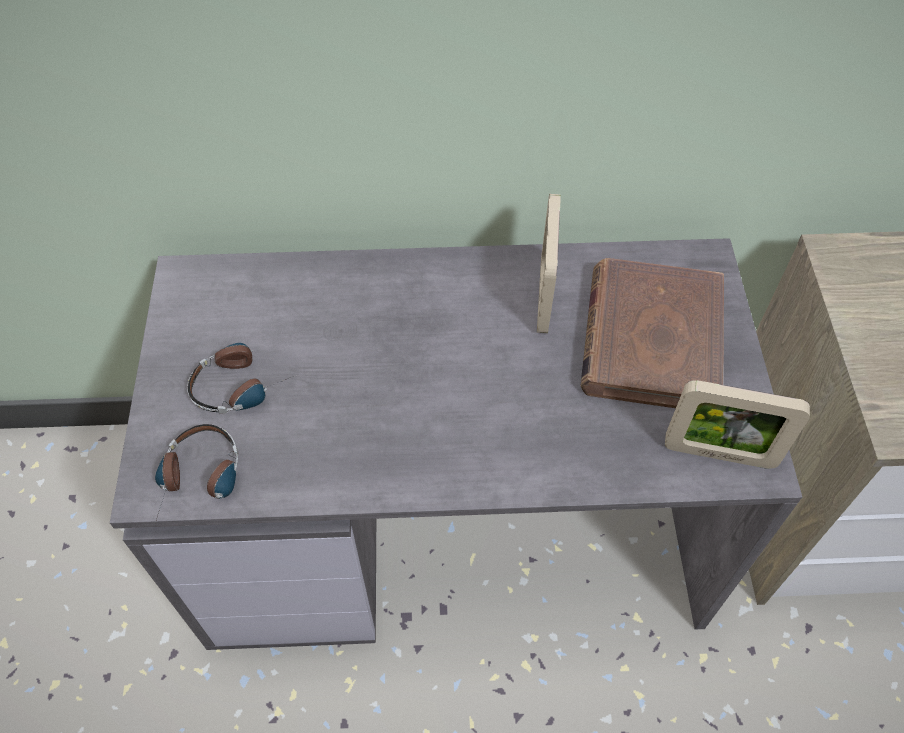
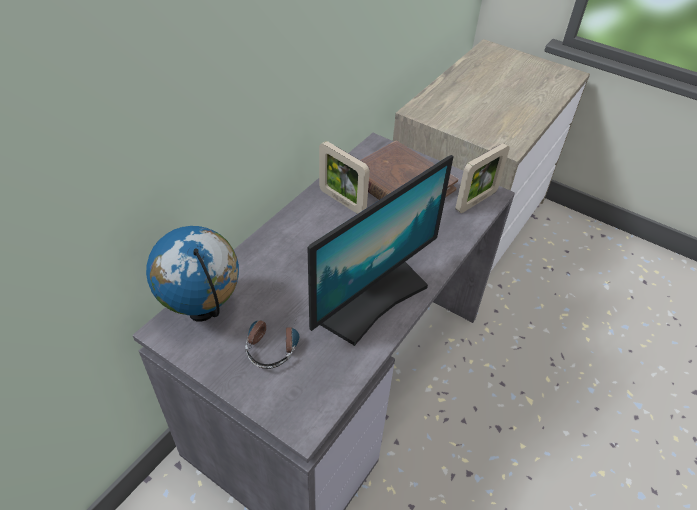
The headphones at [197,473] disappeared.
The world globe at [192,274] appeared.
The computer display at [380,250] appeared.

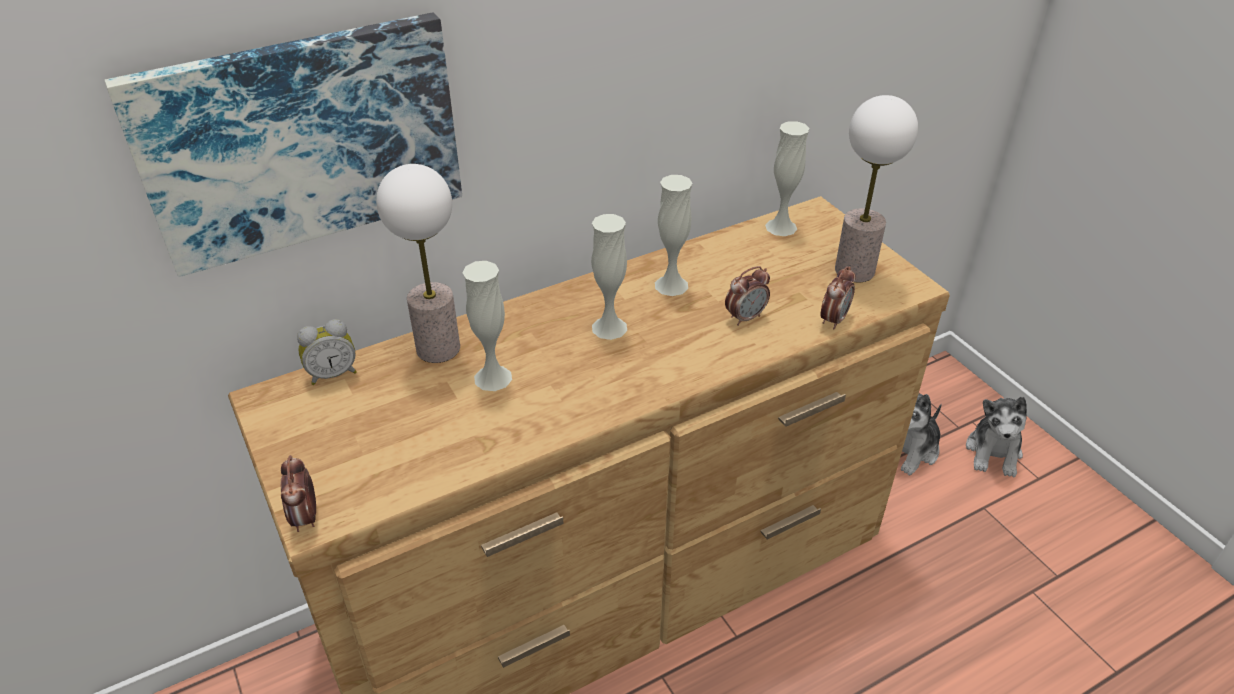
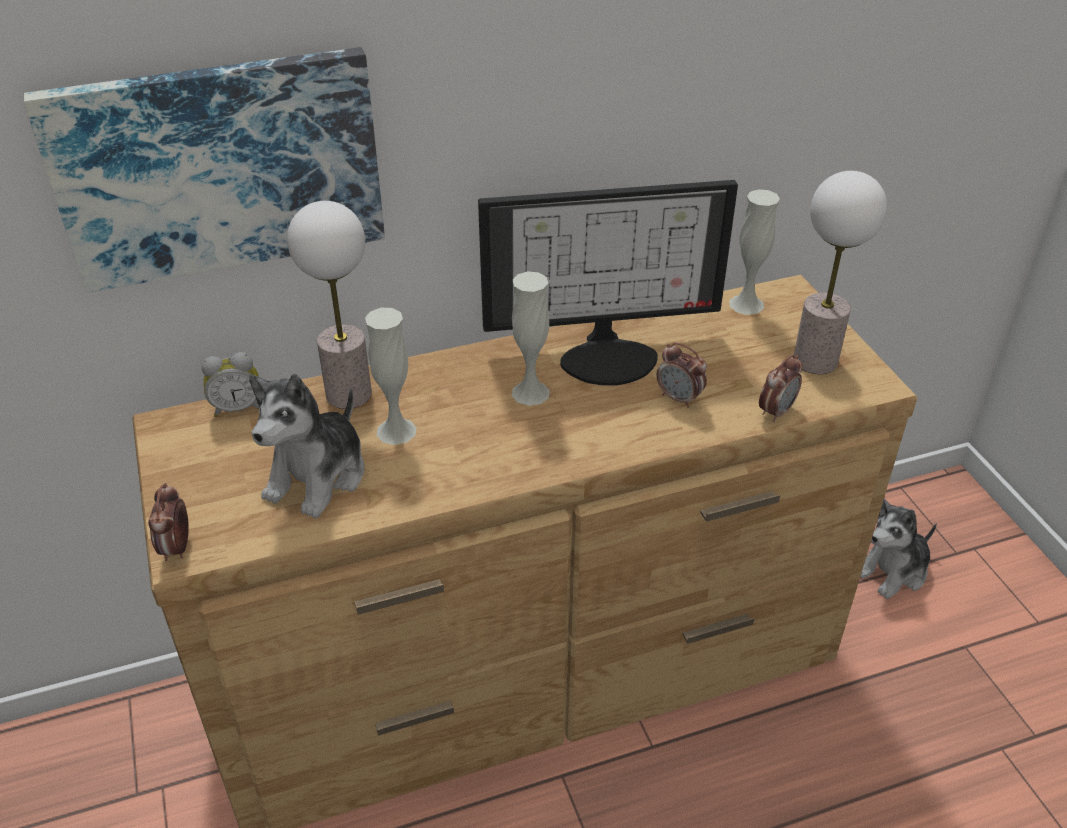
The plush toy moved from [996,437] to [307,446].
The white-coloured vase at [673,235] was replaced by the computer display at [608,283].
The alarm clock at [747,296] turned 60 degrees clockwise.

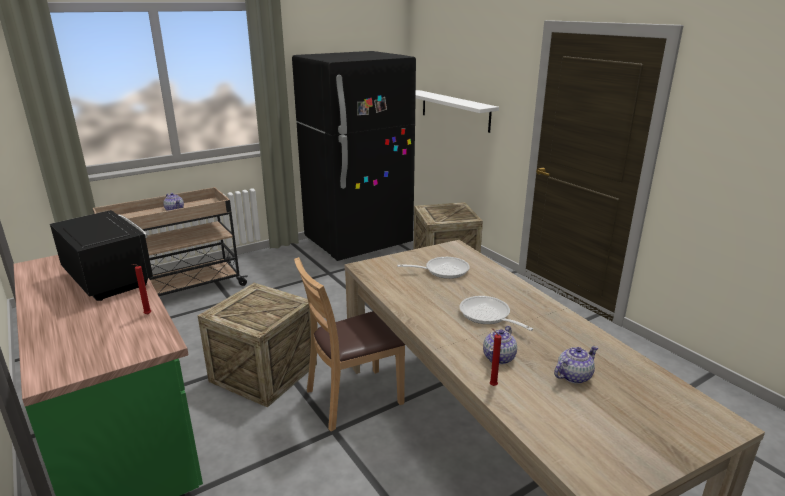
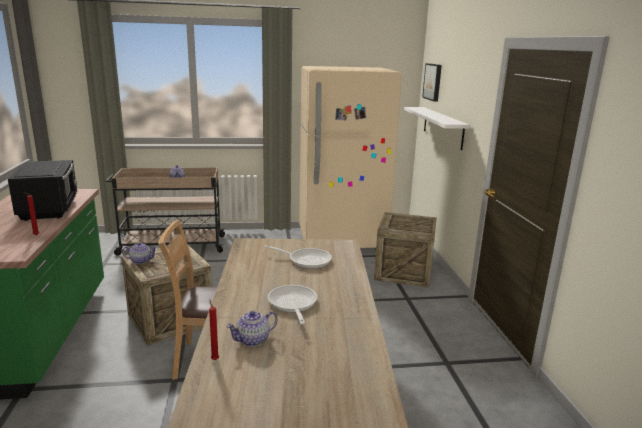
The wall art at [432,82] appeared.
The pot for tea moved from [576,365] to [139,253].
The black-coloured fridge at [354,156] became the beige-coloured fridge at [350,157].

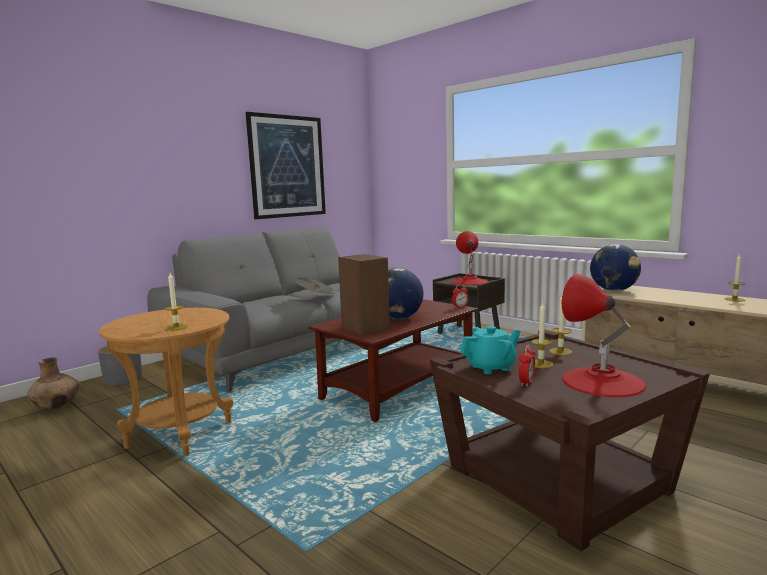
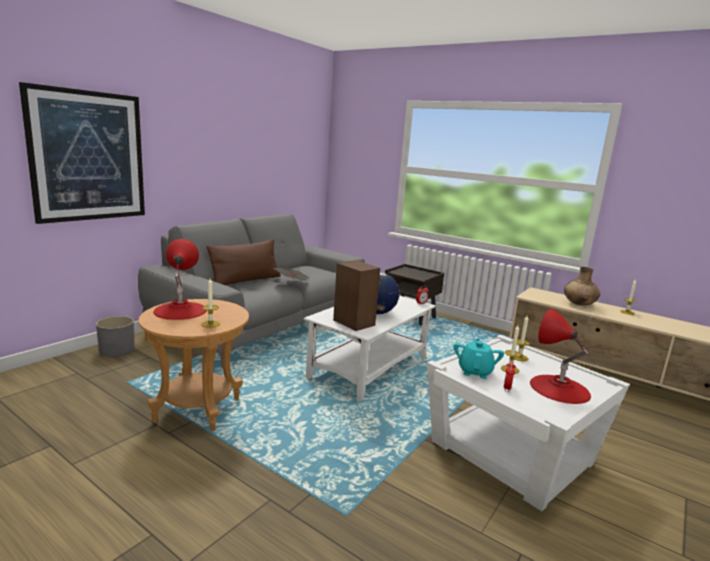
The world globe at [615,267] disappeared.
The brown-coloured cushion at [243,262] appeared.
The brown-coloured vase moved from [53,383] to [582,286].
The wall art moved from [286,165] to [82,153].
The reddish tabletop lamp moved from [470,258] to [179,279].
The brown-coloured coffee table at [393,360] became the white-coloured coffee table at [370,348].
The brown-coloured side table at [570,440] became the white-coloured side table at [528,423].
The turquoise-coloured pot for tea at [490,350] turned 45 degrees counterclockwise.

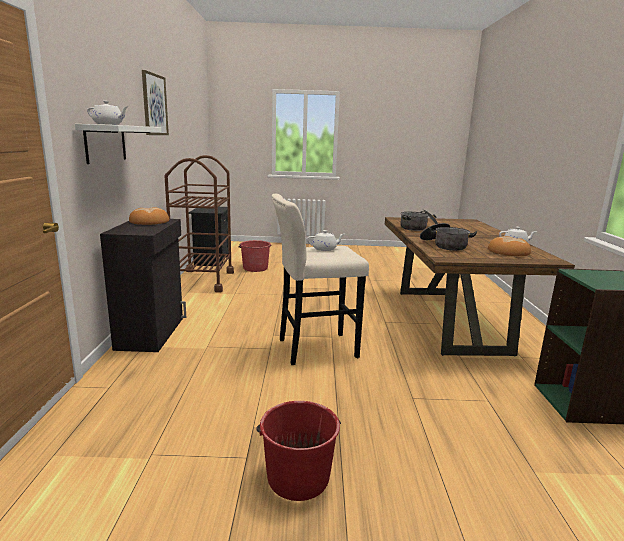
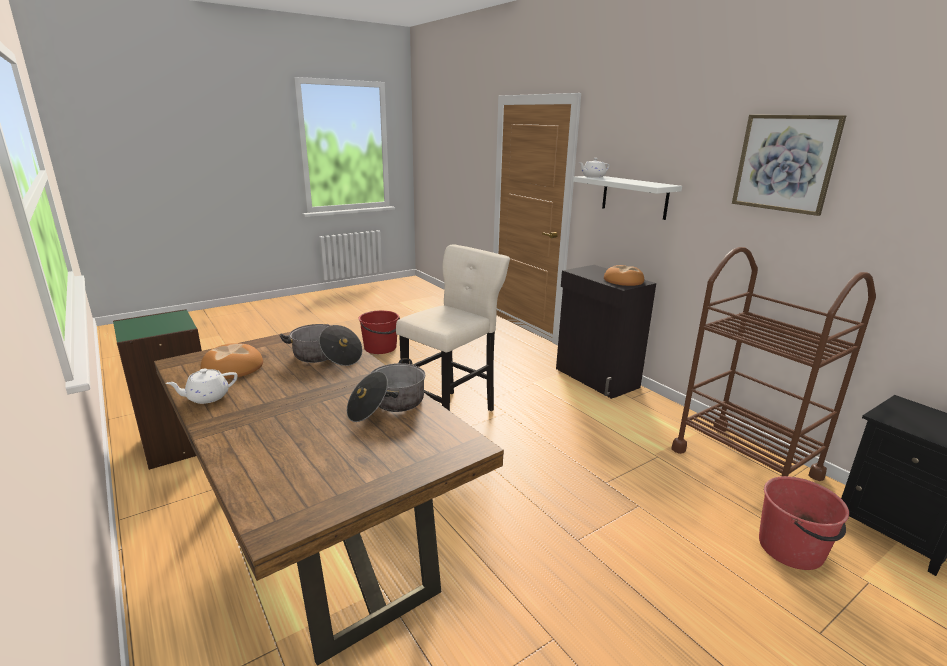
The white-coloured pot for tea at [325,240] disappeared.

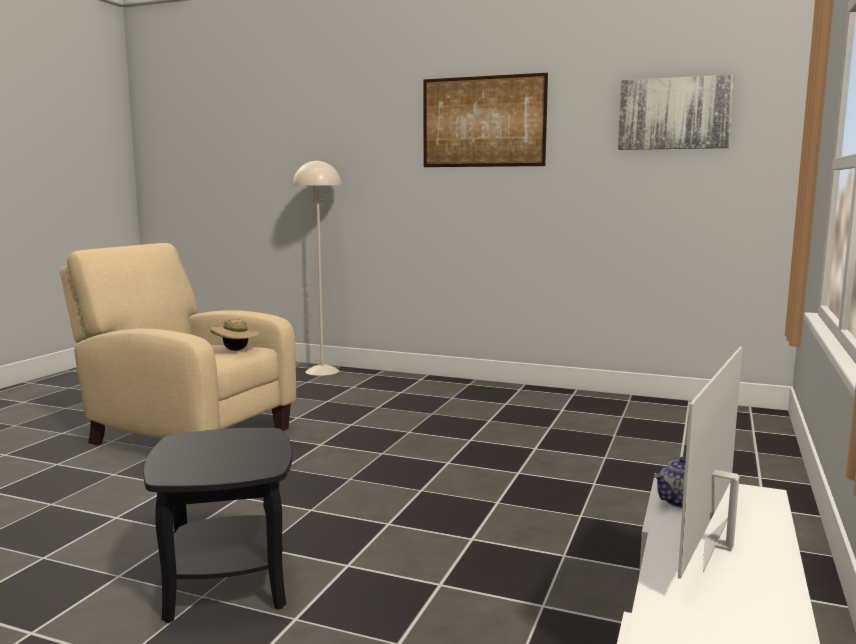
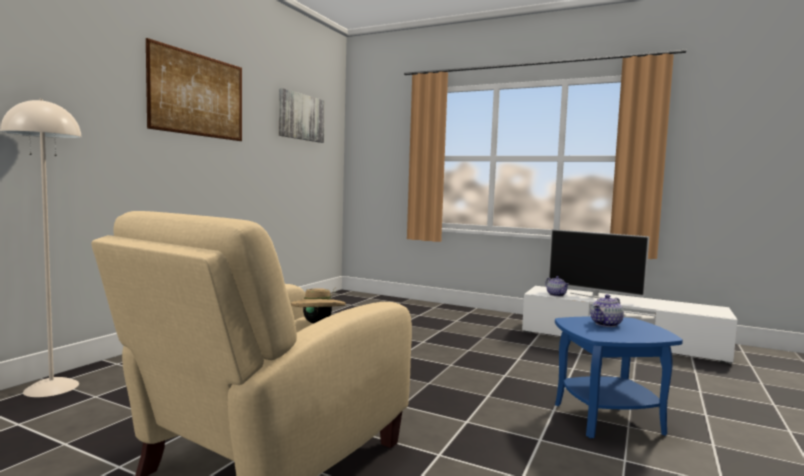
The pot for tea at [607,310] appeared.
The black-coloured side table at [218,525] became the blue side table at [619,377].

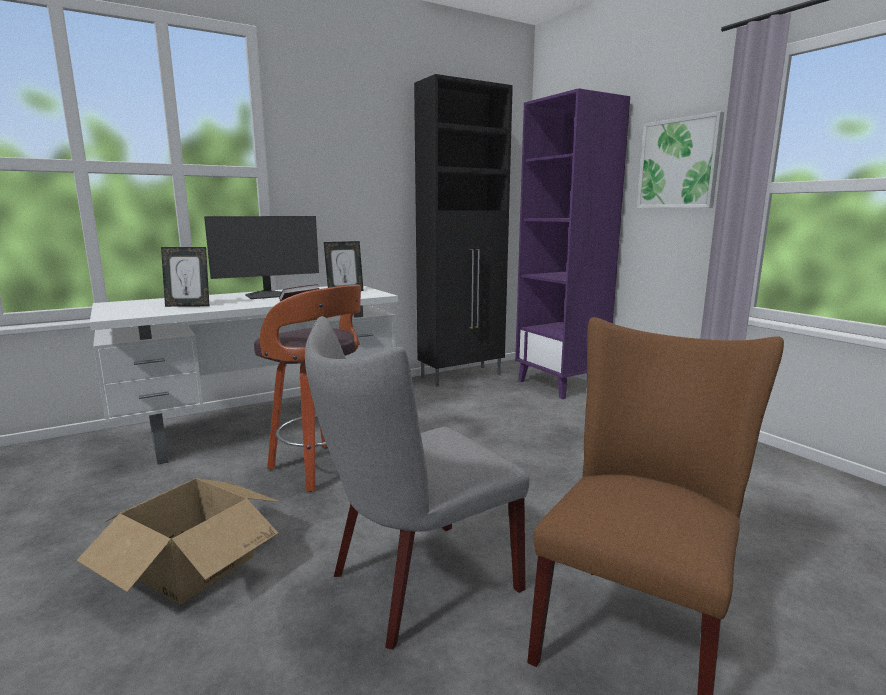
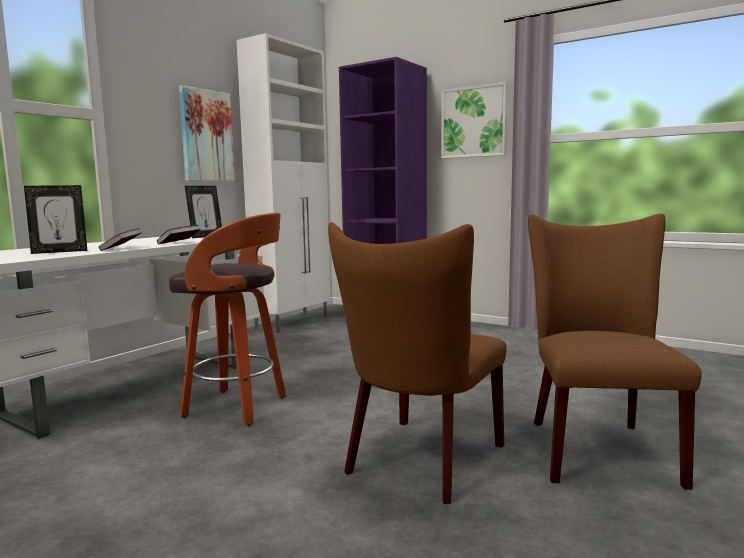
The carton at [178,541] disappeared.
The computer display at [261,257] disappeared.
The book at [120,239] appeared.
The wall art at [207,133] appeared.
The greyish upright chair at [417,483] became the brown-coloured upright chair at [417,363].
The black-coloured cabinet at [463,230] became the white-coloured cabinet at [283,183].

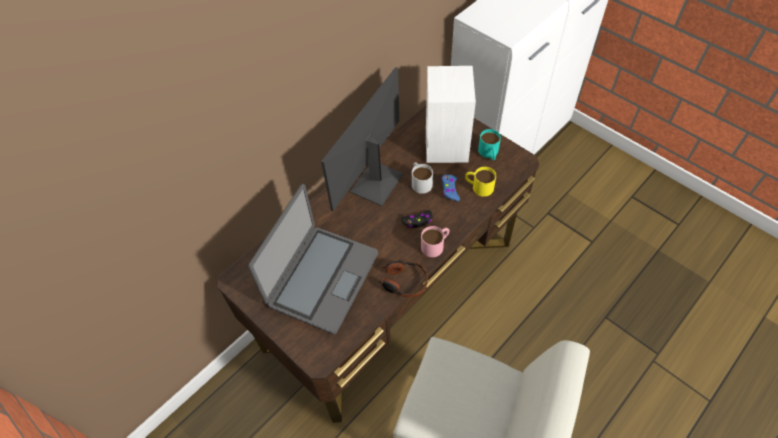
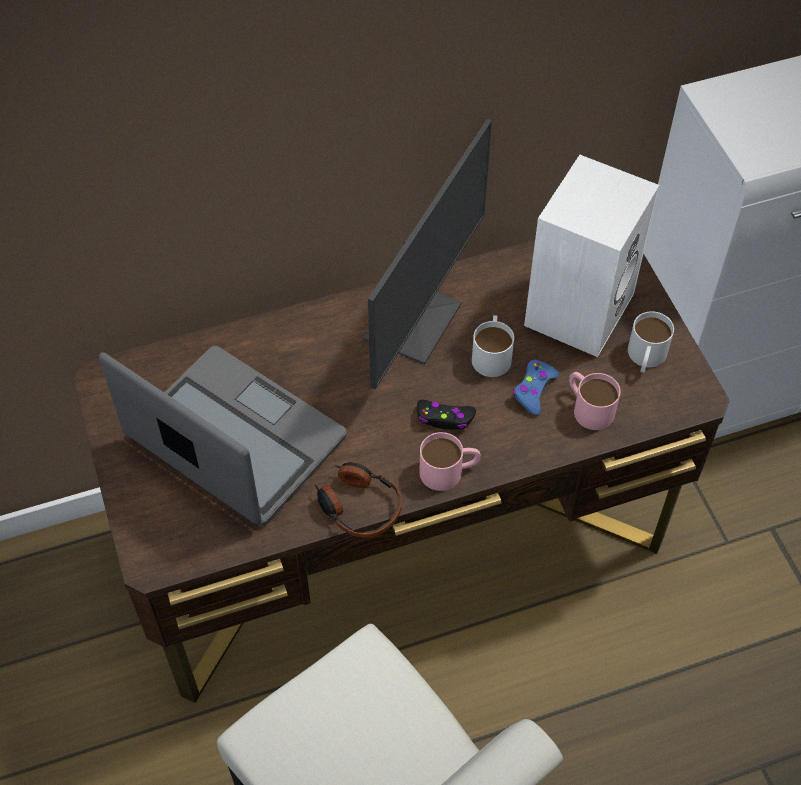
The yellowish coffee mug at [480,182] became the pink coffee mug at [595,401].
The turquoise-coloured coffee mug at [489,144] became the white-coloured coffee mug at [651,342].
The notebook computer at [313,259] turned 105 degrees counterclockwise.
The computer display at [362,139] turned 150 degrees clockwise.

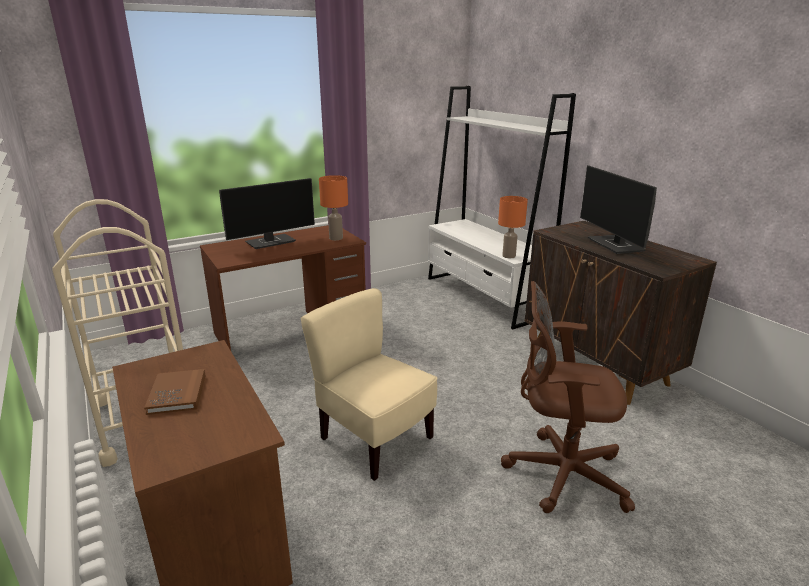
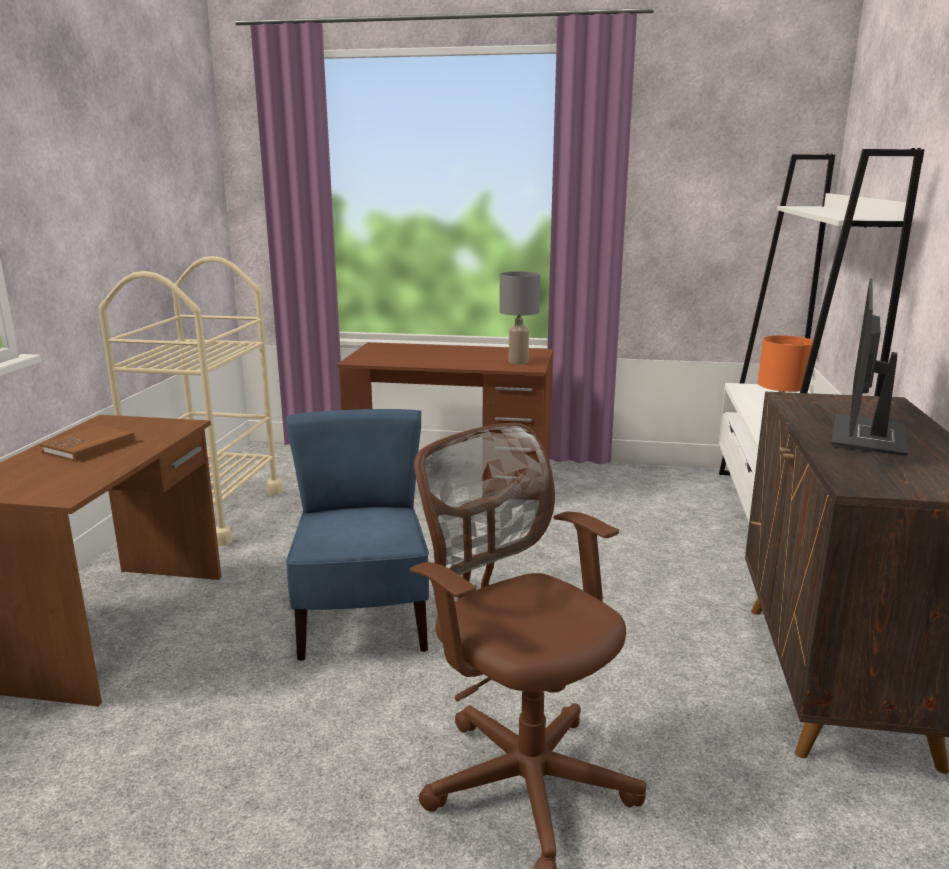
The computer display at [267,213] disappeared.
The beige-coloured upright chair at [369,384] became the blue upright chair at [357,535].
The orange tabletop lamp at [333,207] became the greyish tabletop lamp at [519,317].

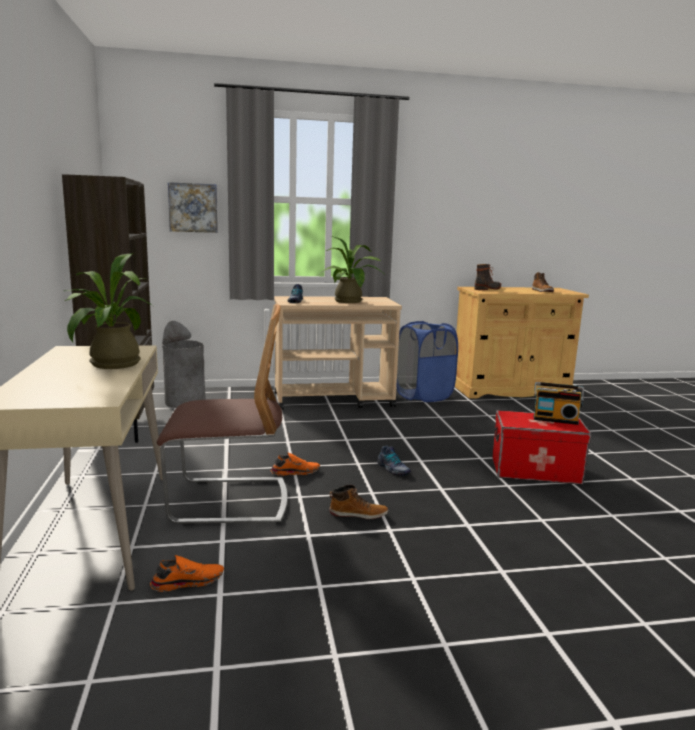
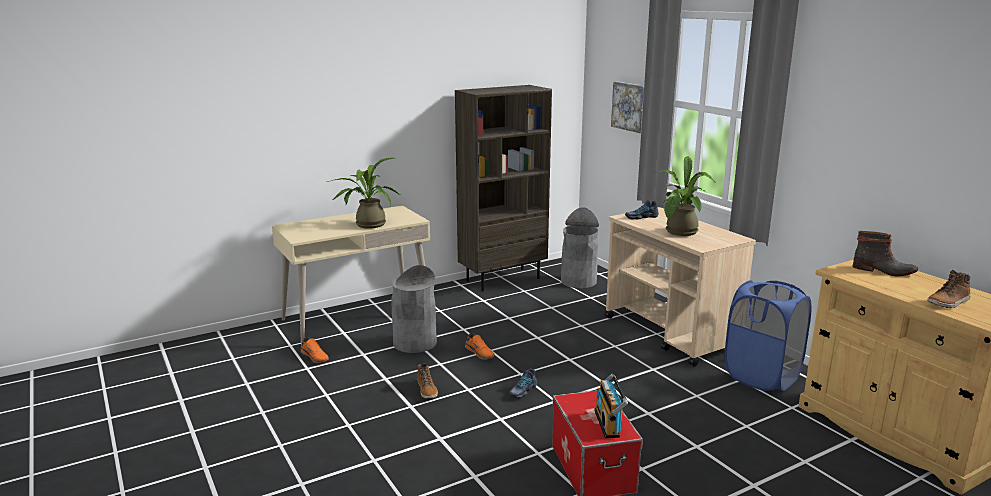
The upright chair at [222,415] was replaced by the greyish trash can at [414,309].

